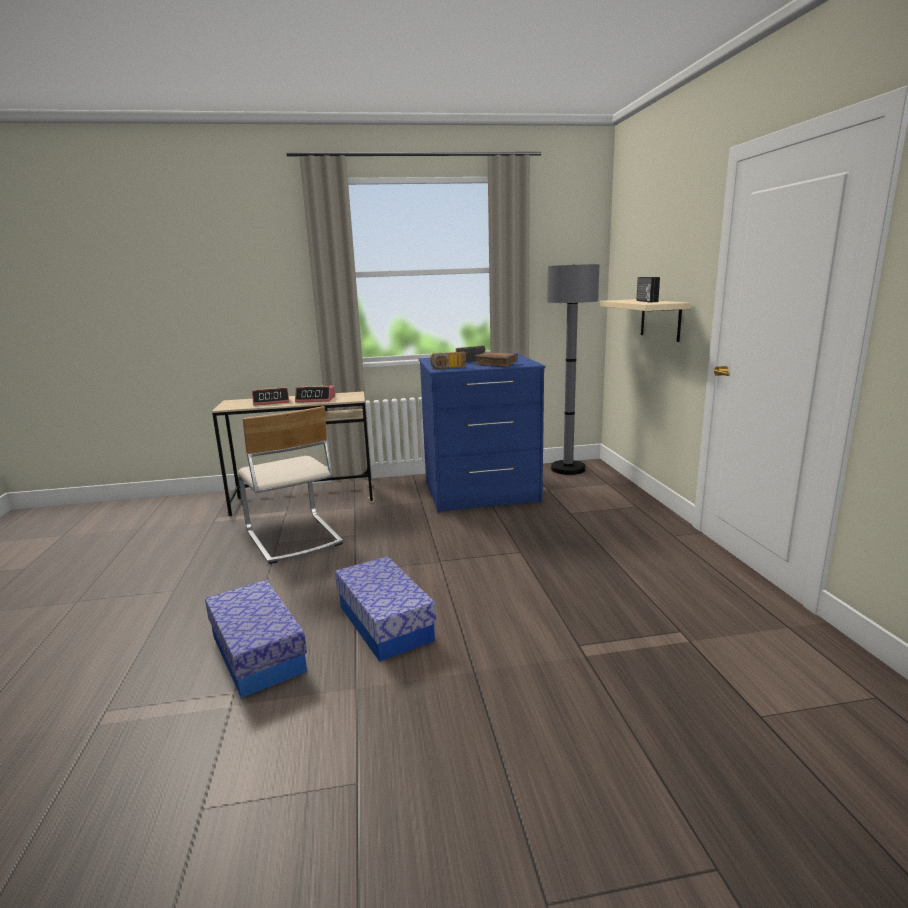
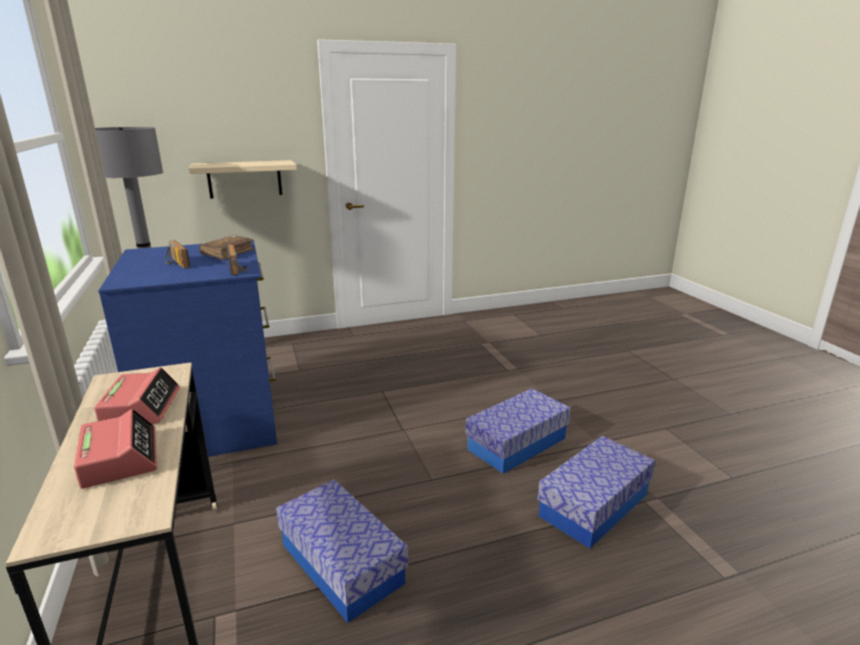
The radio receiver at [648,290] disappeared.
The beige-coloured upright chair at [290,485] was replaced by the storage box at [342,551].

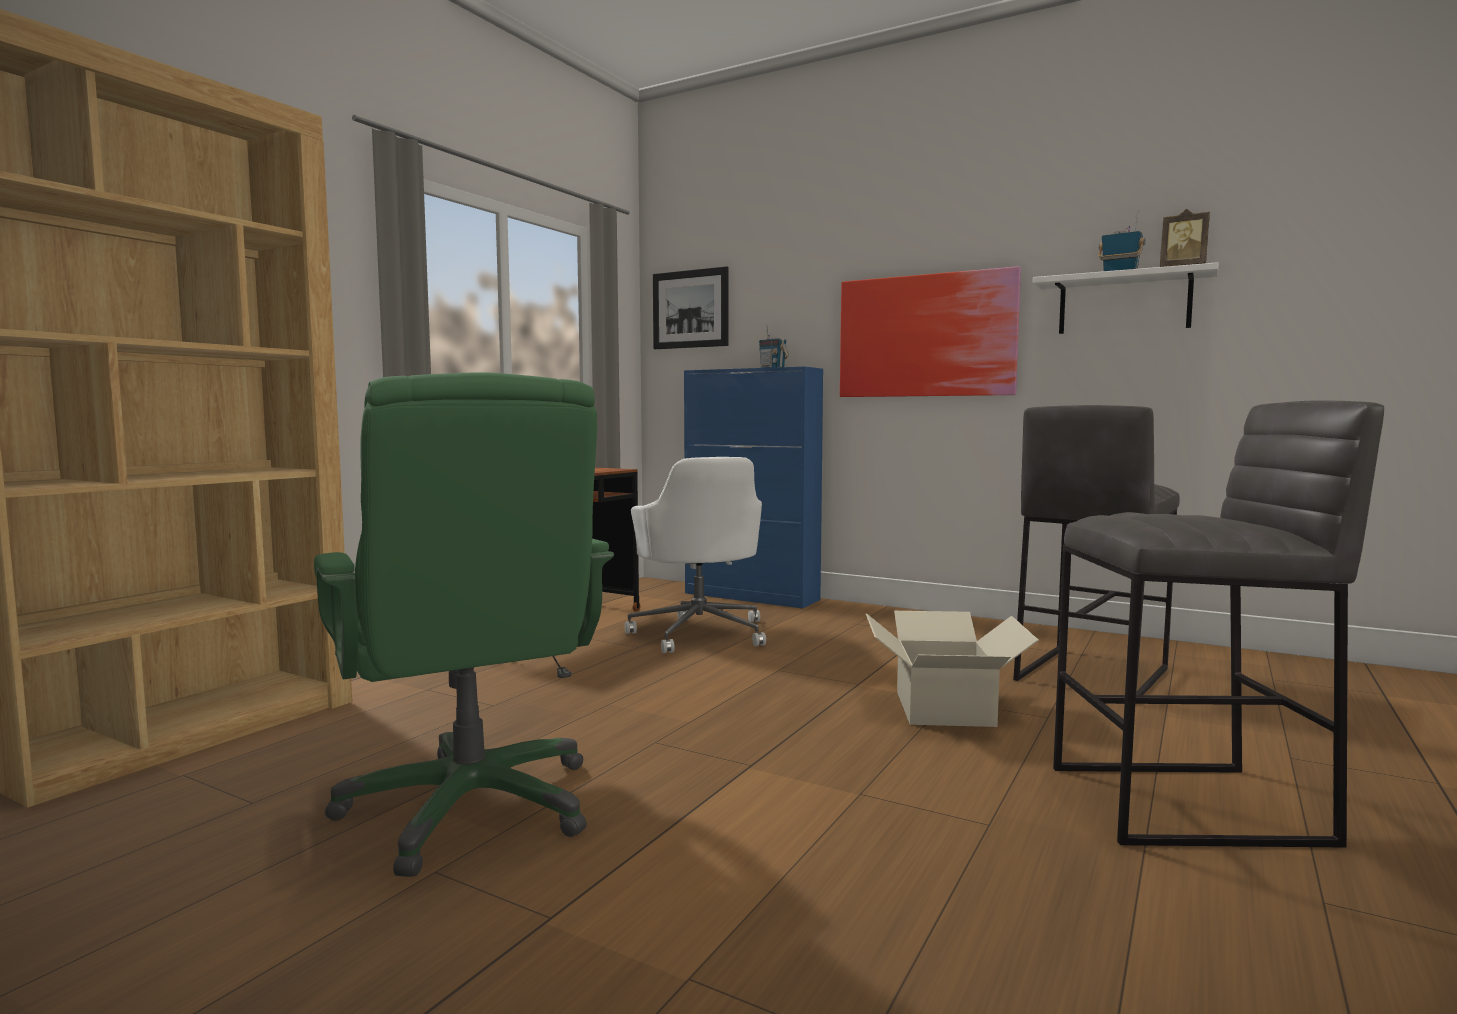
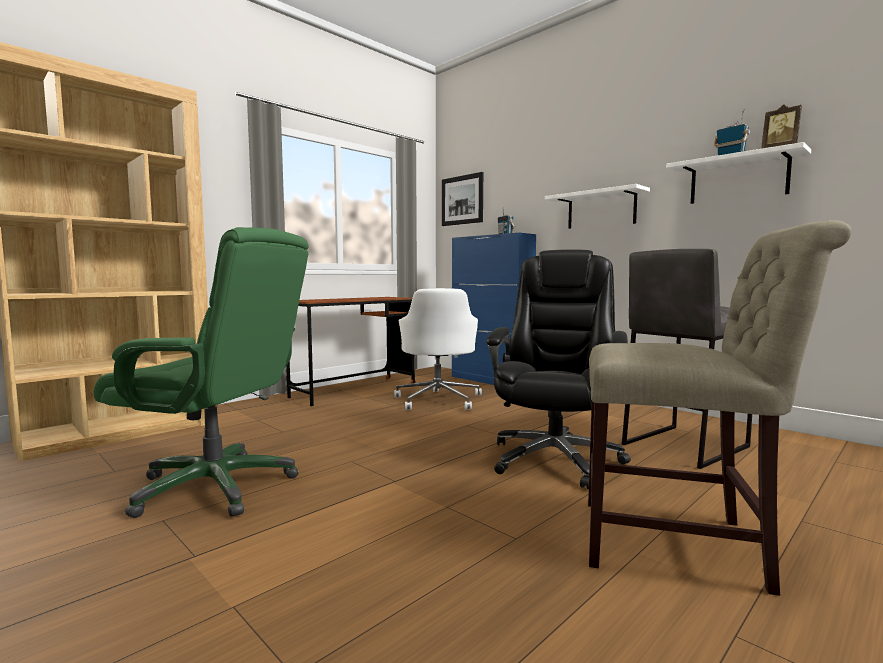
The wall art at [930,331] was replaced by the white-coloured shelf at [597,206].
The carton at [952,669] was replaced by the black-coloured computer chair at [558,369].
The greyish sitting stool at [1218,624] was replaced by the beige-coloured upright chair at [720,408].
The green-coloured computer chair at [464,624] turned 60 degrees counterclockwise.

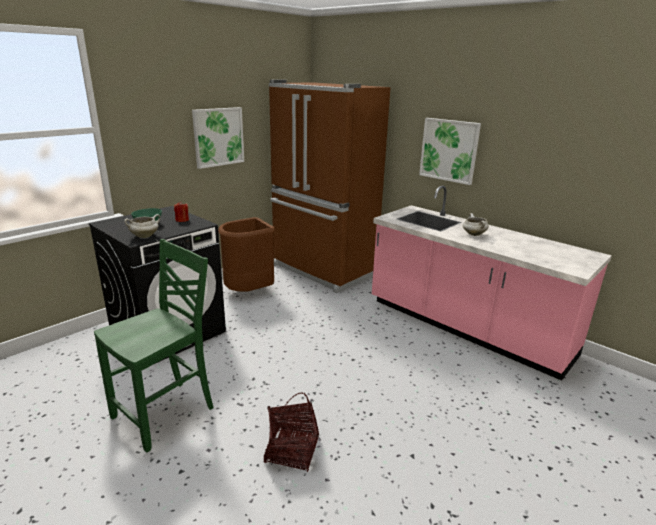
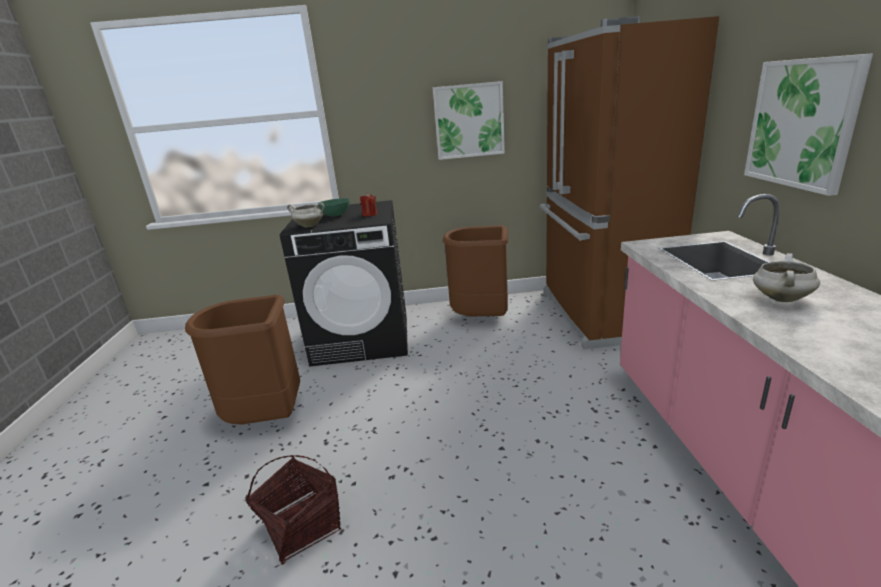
The green-coloured upright chair at [153,346] was replaced by the brown-coloured trash can at [242,360].

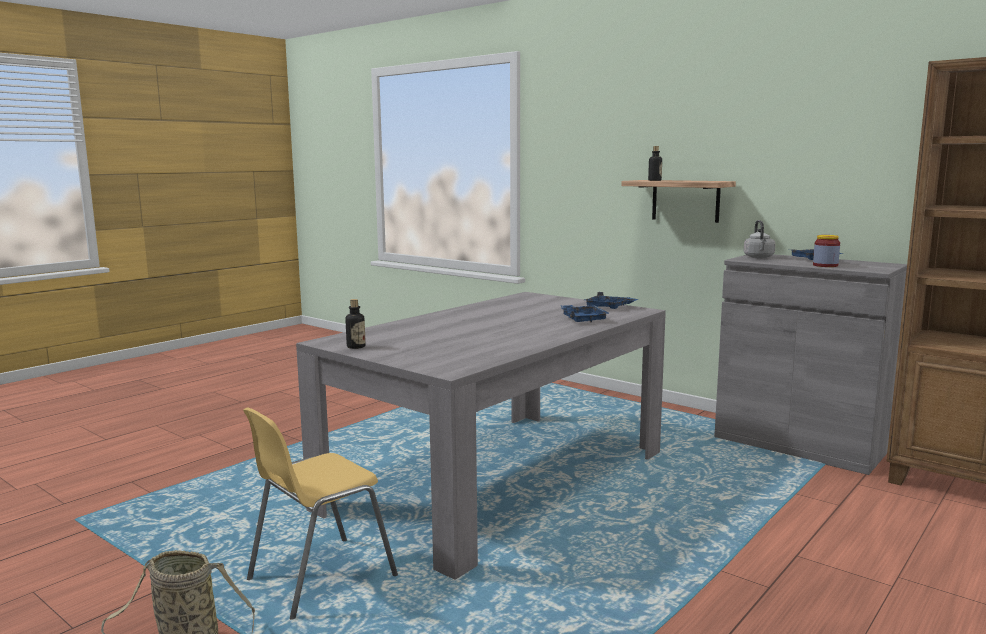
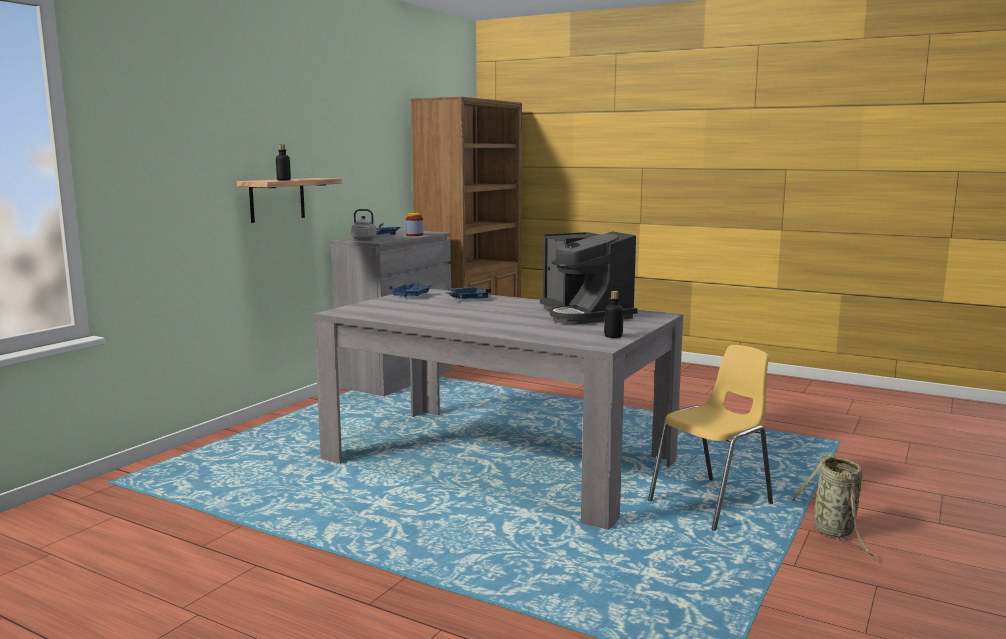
The coffee brewer at [589,278] appeared.
The yellowish upright chair at [320,513] turned 75 degrees counterclockwise.

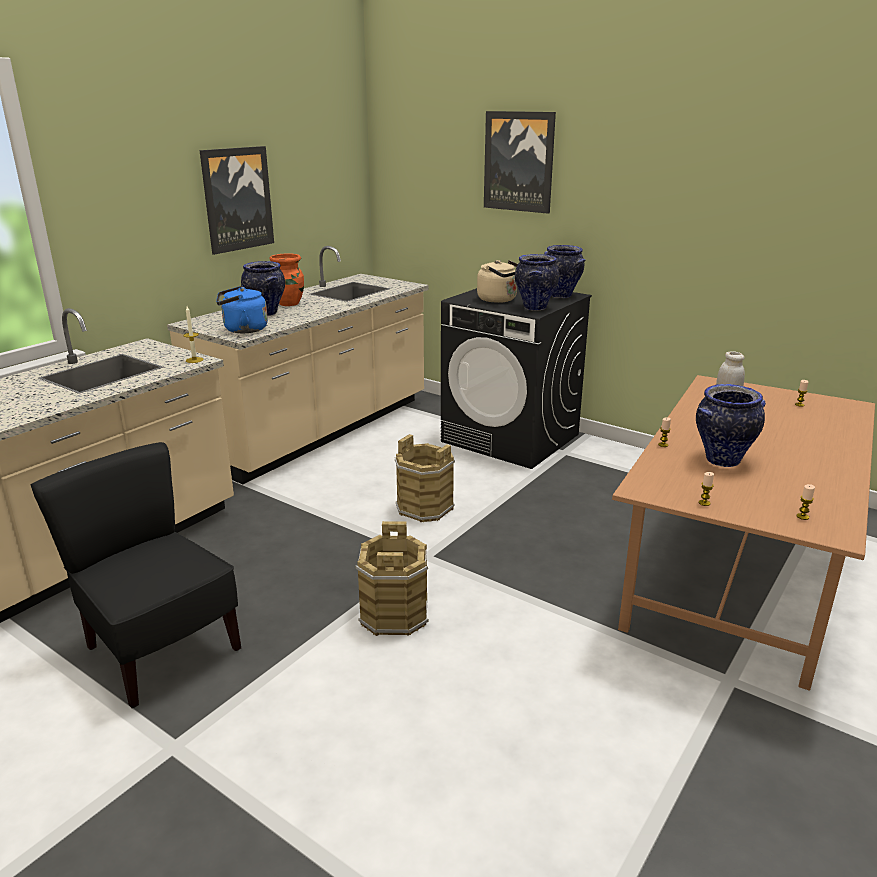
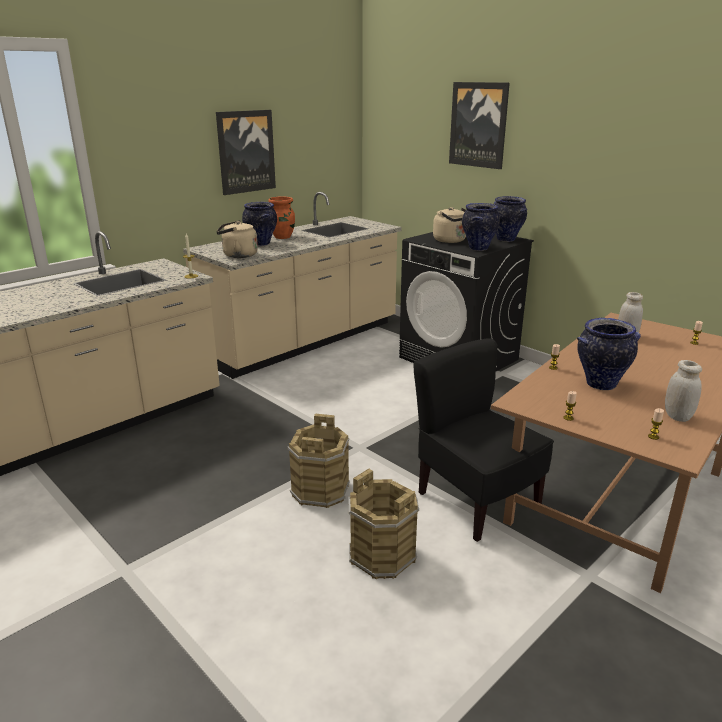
The white-coloured storage jar at [683,391] appeared.
The black-coloured upright chair moved from [135,575] to [483,440].
The brown-coloured water bucket moved from [425,478] to [383,524].
The blue water kettle at [242,309] became the beige-coloured water kettle at [237,239].

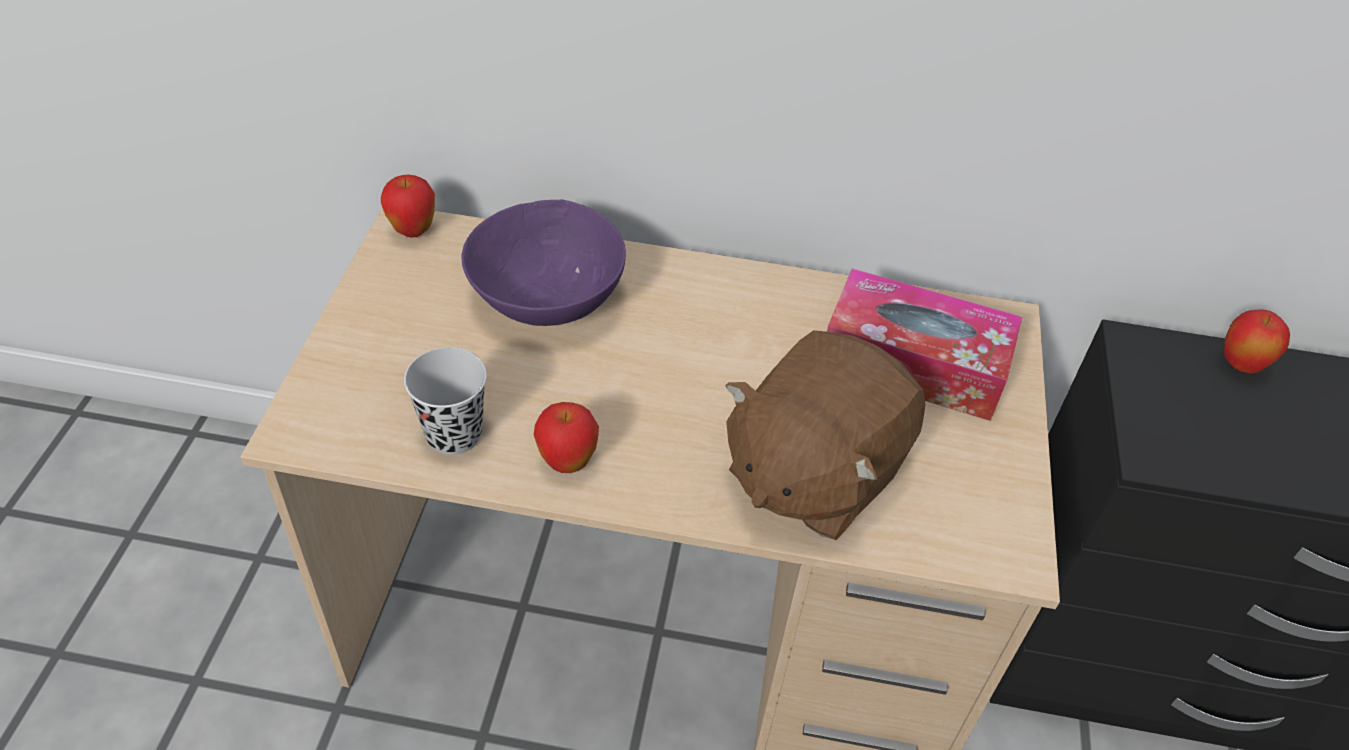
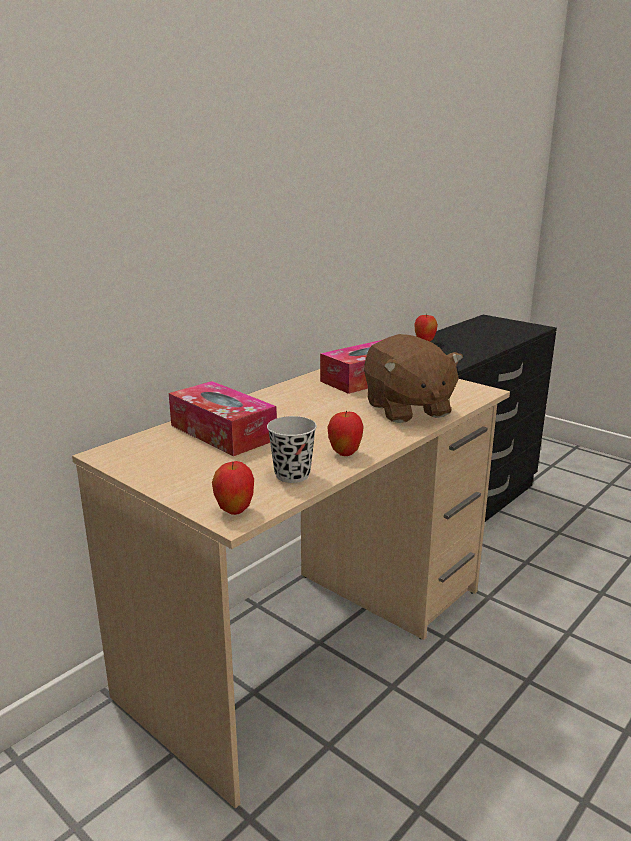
The apple fruit moved from [408,205] to [233,488].
The purplish bowl at [544,263] was replaced by the box of tissues at [223,418].

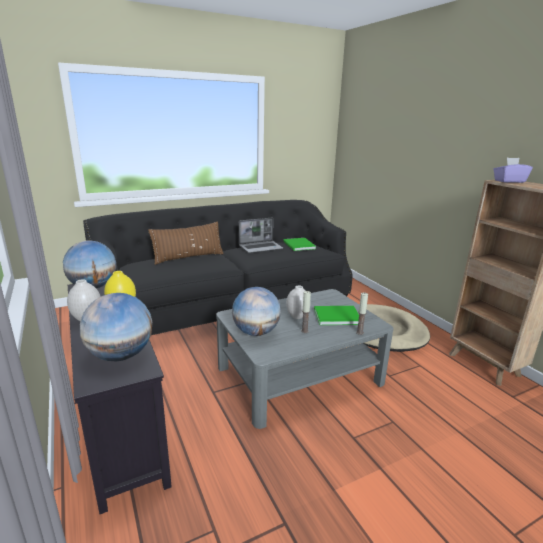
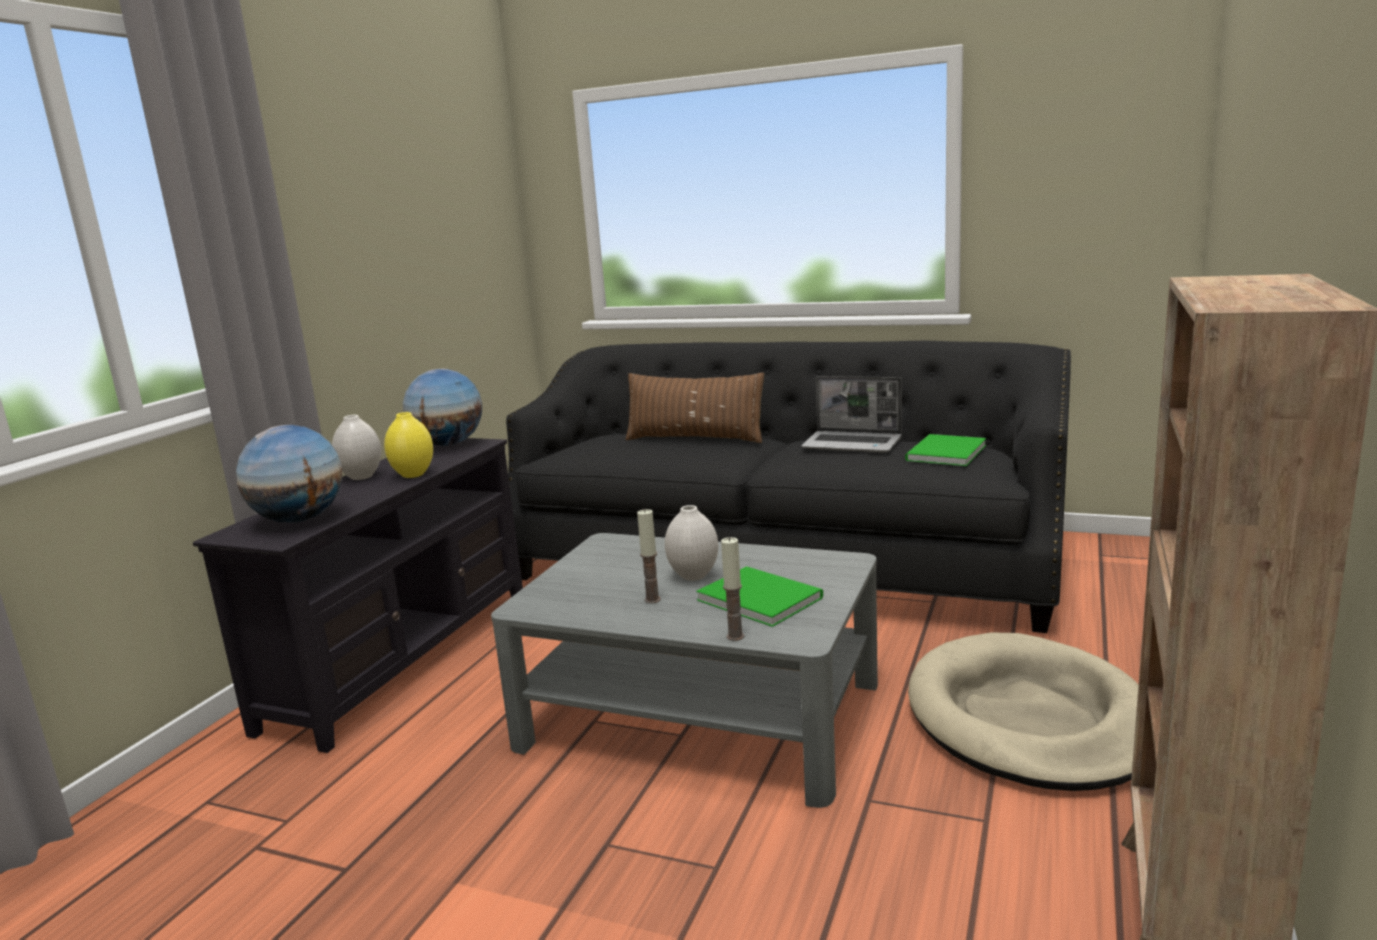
The world globe at [256,311] disappeared.
The purplish box of tissues at [513,170] disappeared.

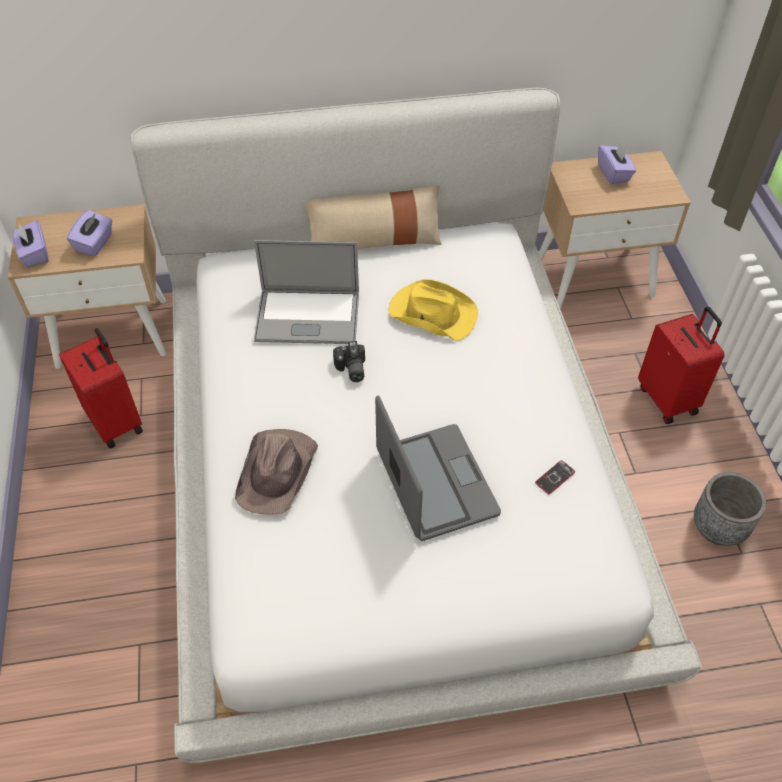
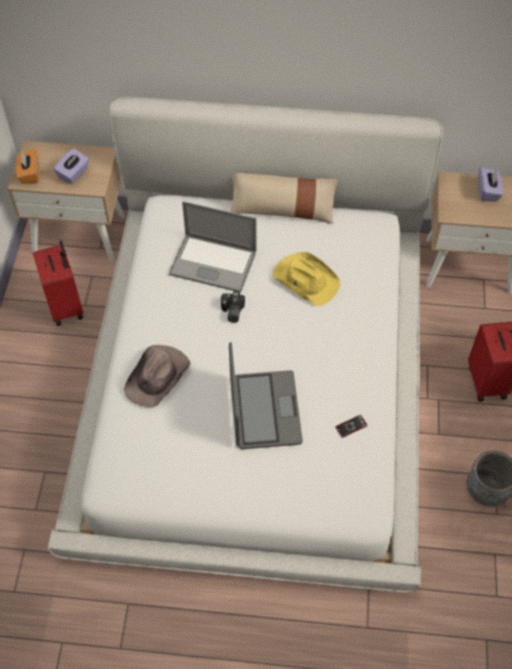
The purplish box of tissues at [31,243] became the orange box of tissues at [27,166].

